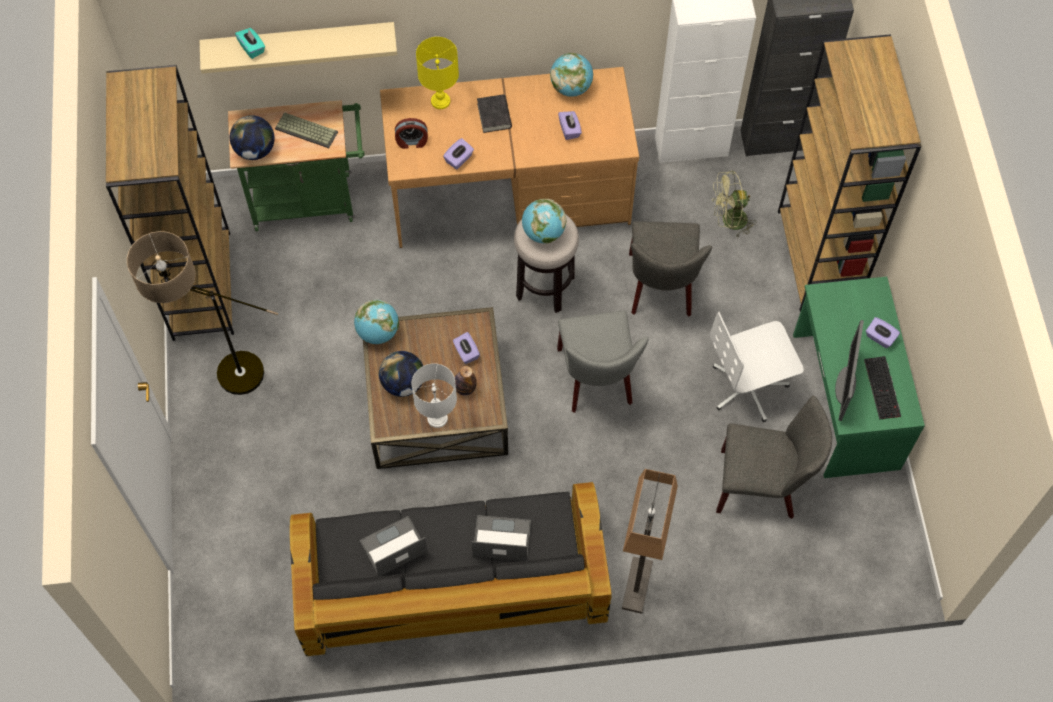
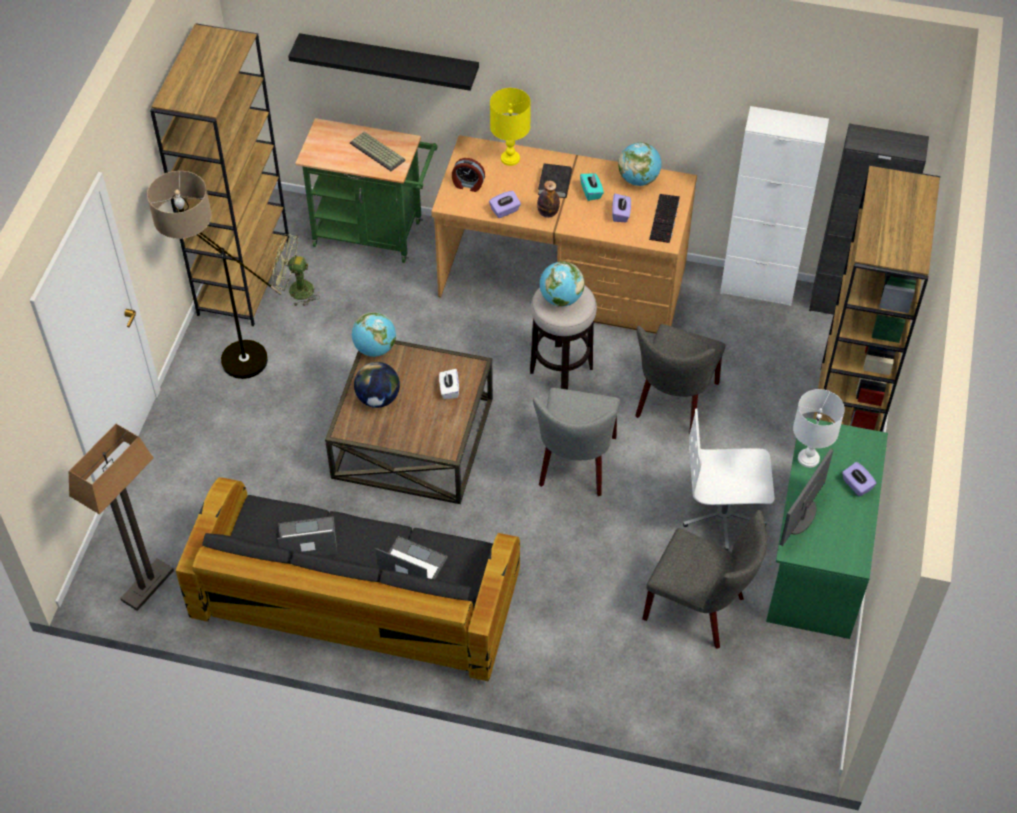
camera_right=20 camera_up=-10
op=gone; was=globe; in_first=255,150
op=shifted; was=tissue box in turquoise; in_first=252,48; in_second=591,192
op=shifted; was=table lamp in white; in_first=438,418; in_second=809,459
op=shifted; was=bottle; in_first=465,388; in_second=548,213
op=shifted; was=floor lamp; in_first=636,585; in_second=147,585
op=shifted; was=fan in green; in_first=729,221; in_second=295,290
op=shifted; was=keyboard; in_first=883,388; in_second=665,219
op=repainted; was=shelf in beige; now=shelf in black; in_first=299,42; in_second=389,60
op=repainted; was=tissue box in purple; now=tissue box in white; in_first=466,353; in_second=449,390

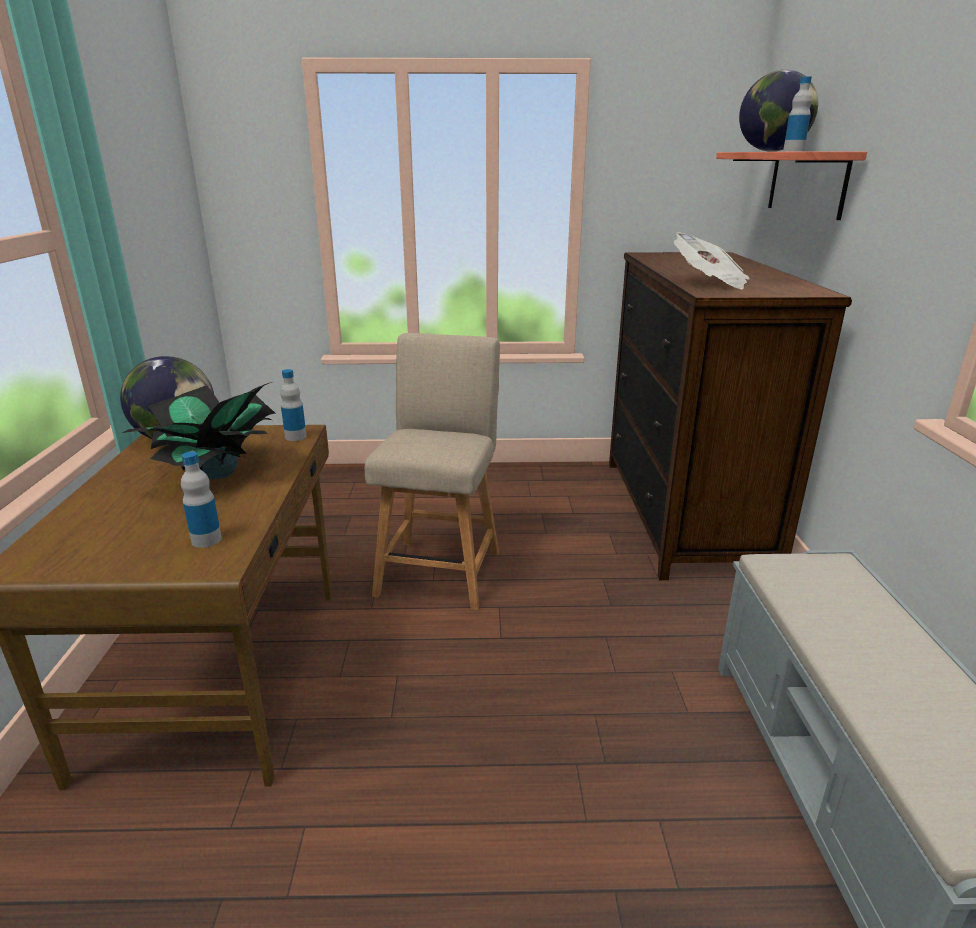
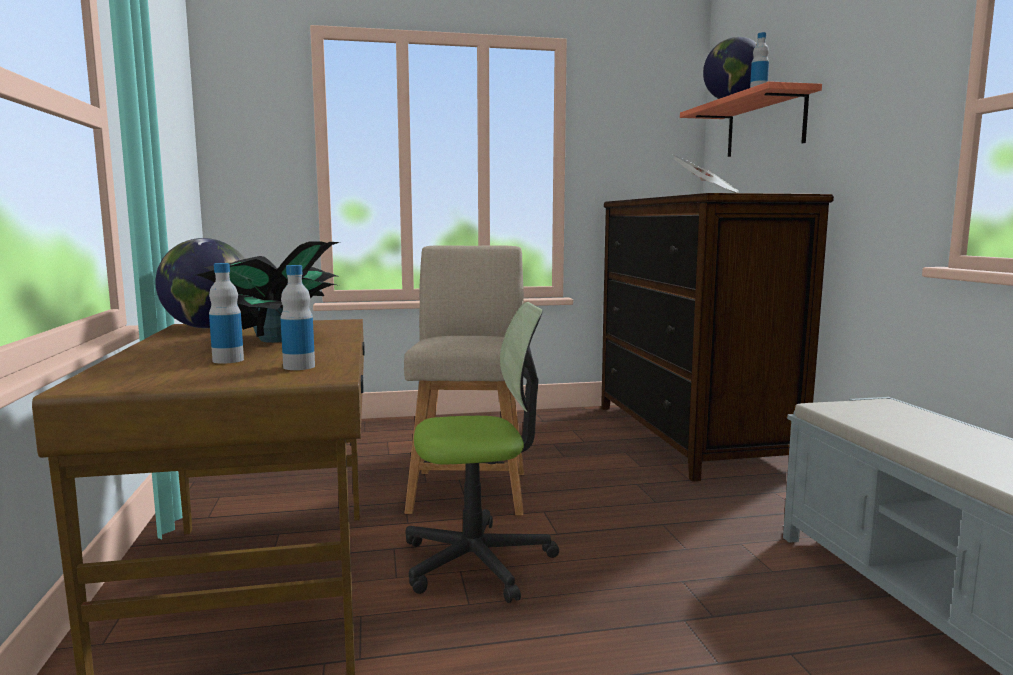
camera_right=-10 camera_up=-15
op=new; now=office chair; in_second=477,561
op=shifted; was=bottle; in_first=295,437; in_second=228,360

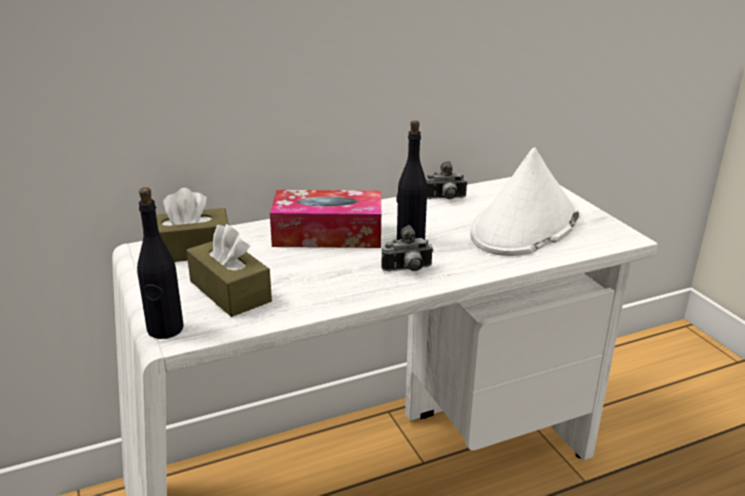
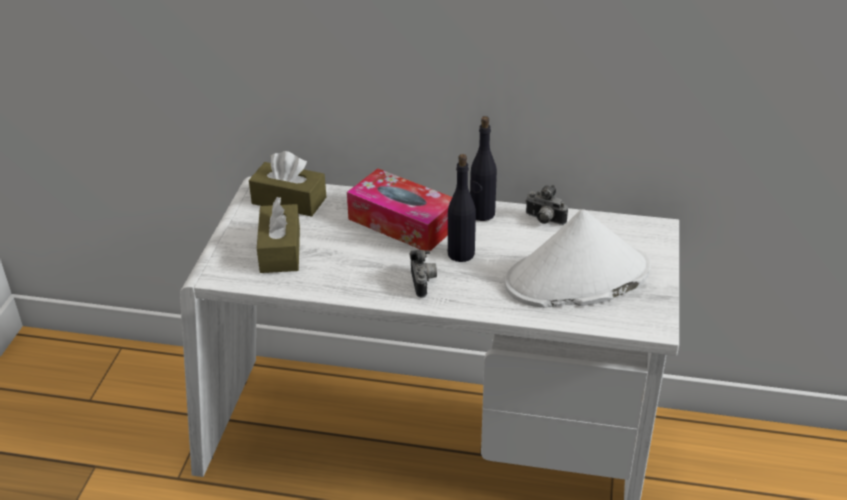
camera_right=35 camera_up=10
op=shifted; was=bottle in black; in_first=165,329; in_second=482,214
op=rotated; was=photo camera; in_first=408,270; in_second=424,283; clockwise=-120

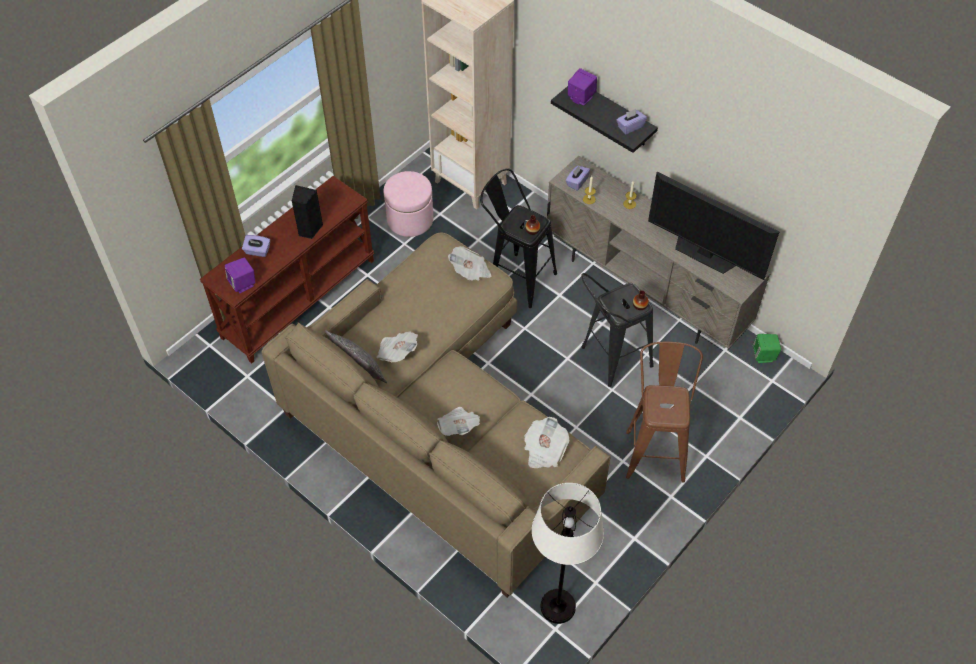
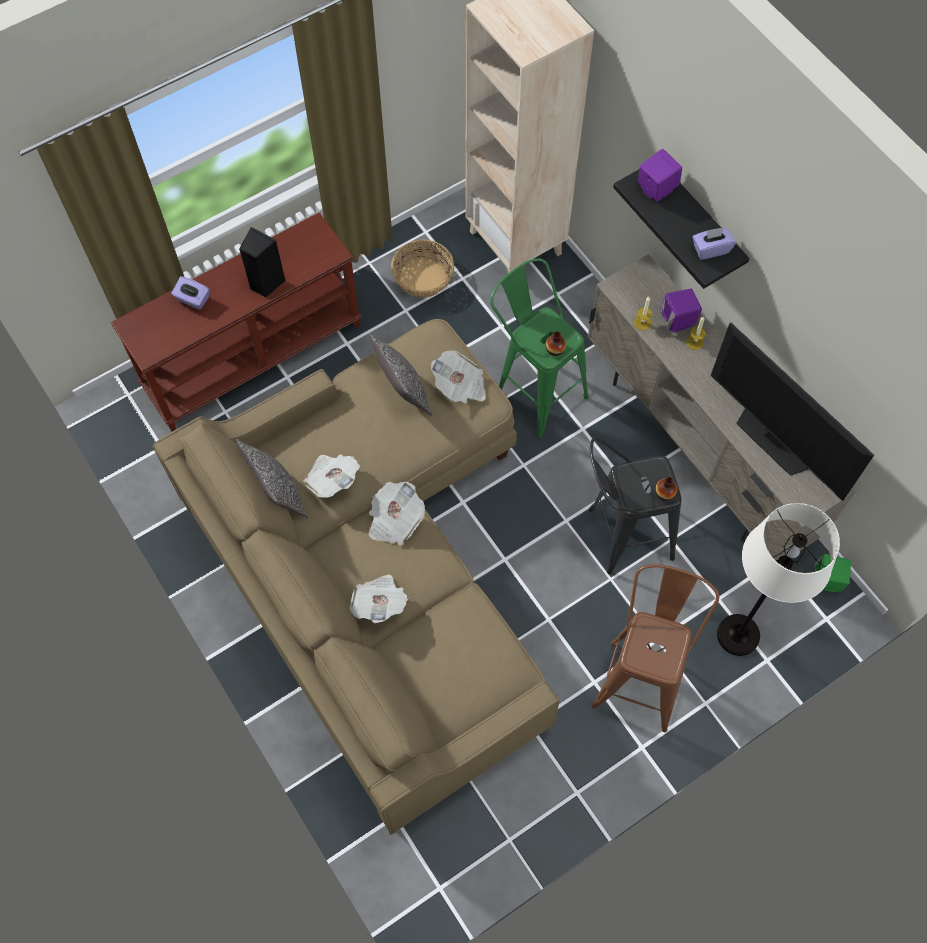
camera_right=15 camera_up=10
op=gone; was=tissue box in purple; in_first=577,182
op=new; now=pillow; in_second=403,391
op=shifted; was=speaker in purple; in_first=243,284; in_second=678,320
op=shifted; was=newspaper; in_first=544,450; in_second=394,520
op=shifted; was=floor lamp in white; in_first=557,606; in_second=737,635
op=swapped; was=ottoman in pink; now=basket; in_first=410,219; in_second=422,278
op=repainted; was=stool in black; now=stool in green; in_first=516,277; in_second=534,390

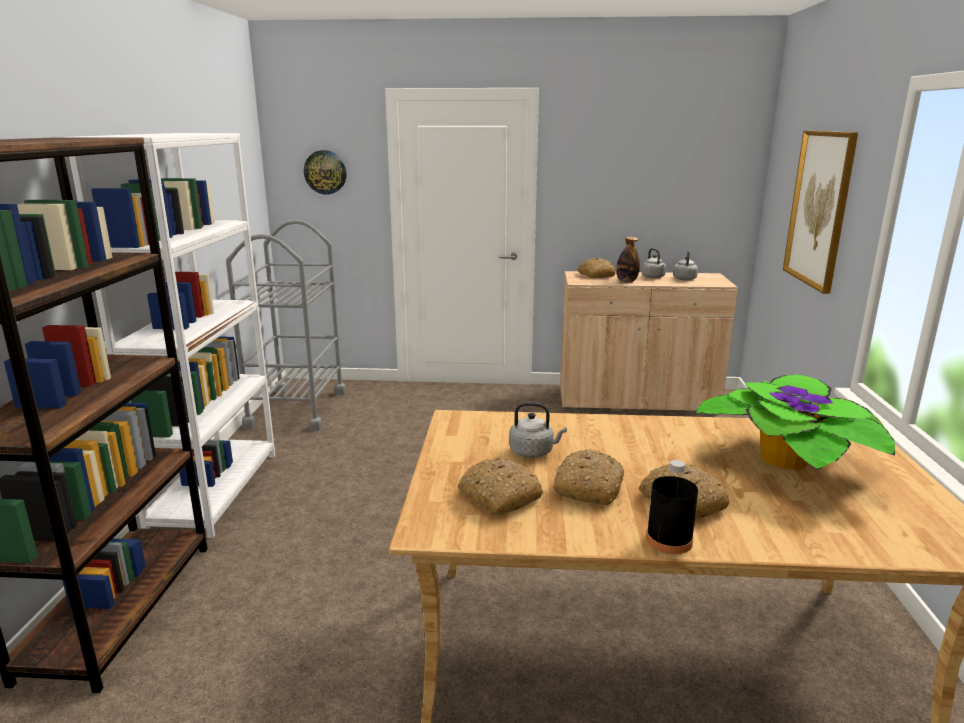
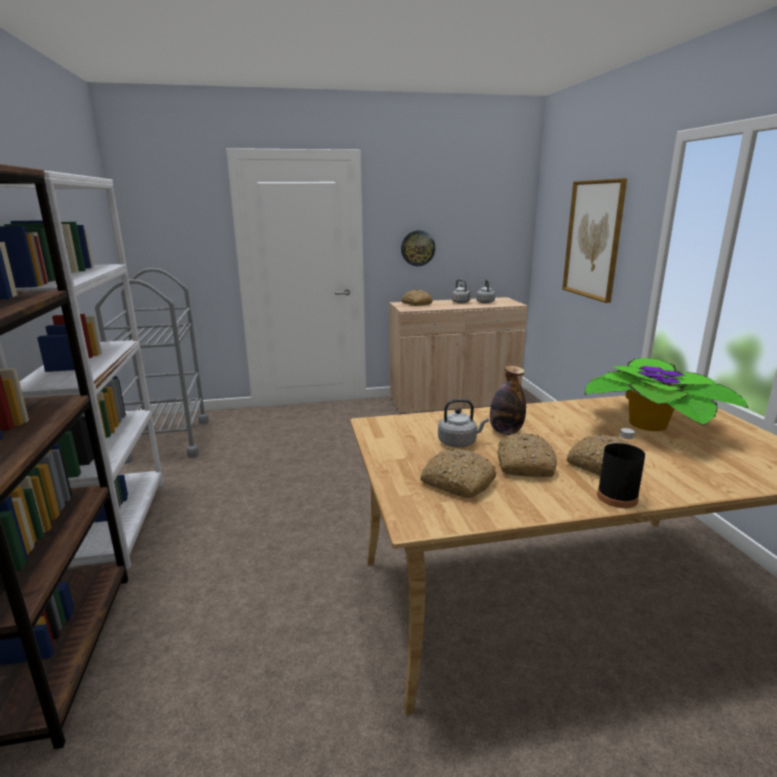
camera_right=-15 camera_up=0
op=shifted; was=wall clock; in_first=325,172; in_second=417,248
op=shifted; was=bottle; in_first=626,281; in_second=505,432

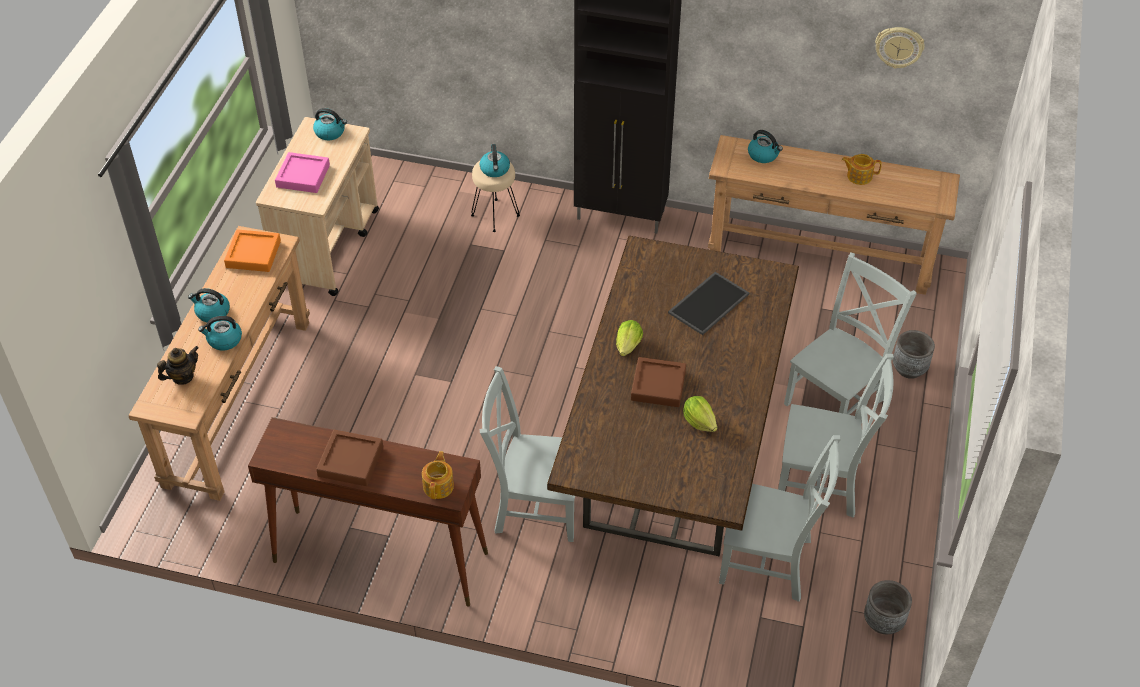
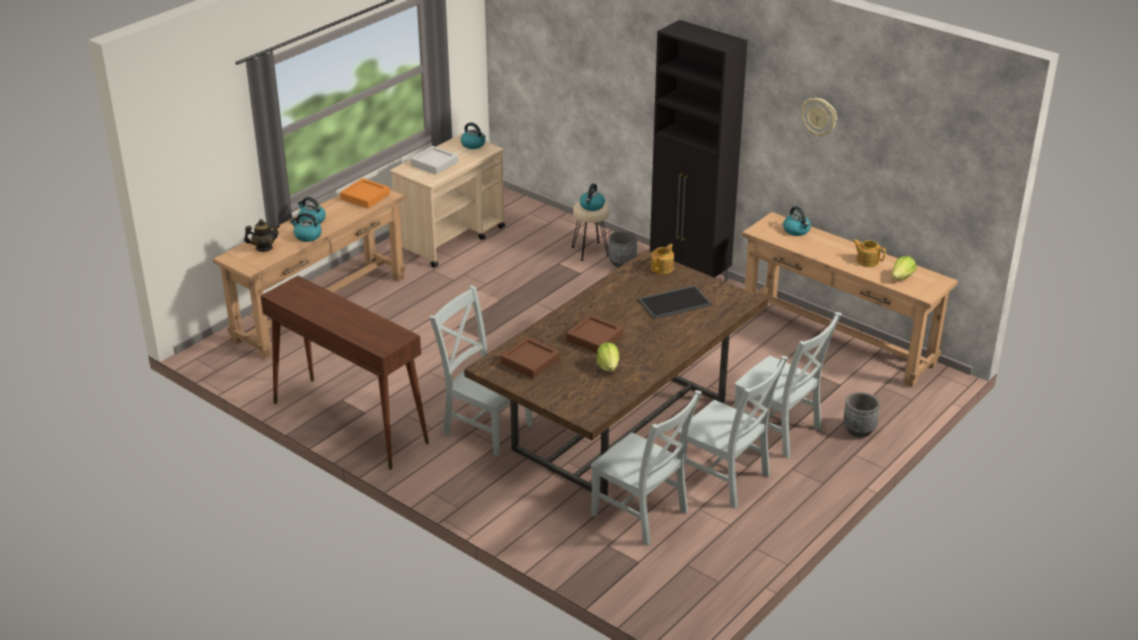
camera_right=25 camera_up=-15
op=shifted; was=tray in brown; in_first=350,461; in_second=530,361
op=shifted; was=teapot; in_first=439,485; in_second=662,268
op=shifted; was=lettuce; in_first=628,346; in_second=902,277
op=shifted; was=planter in grey; in_first=883,622; in_second=622,263
op=shifted; was=wall clock; in_first=899,46; in_second=819,117
op=repainted; was=tray in pink; now=tray in grey; in_first=303,176; in_second=434,163
op=rotated; was=chair in grey; in_first=836,399; in_second=779,432; clockwise=60

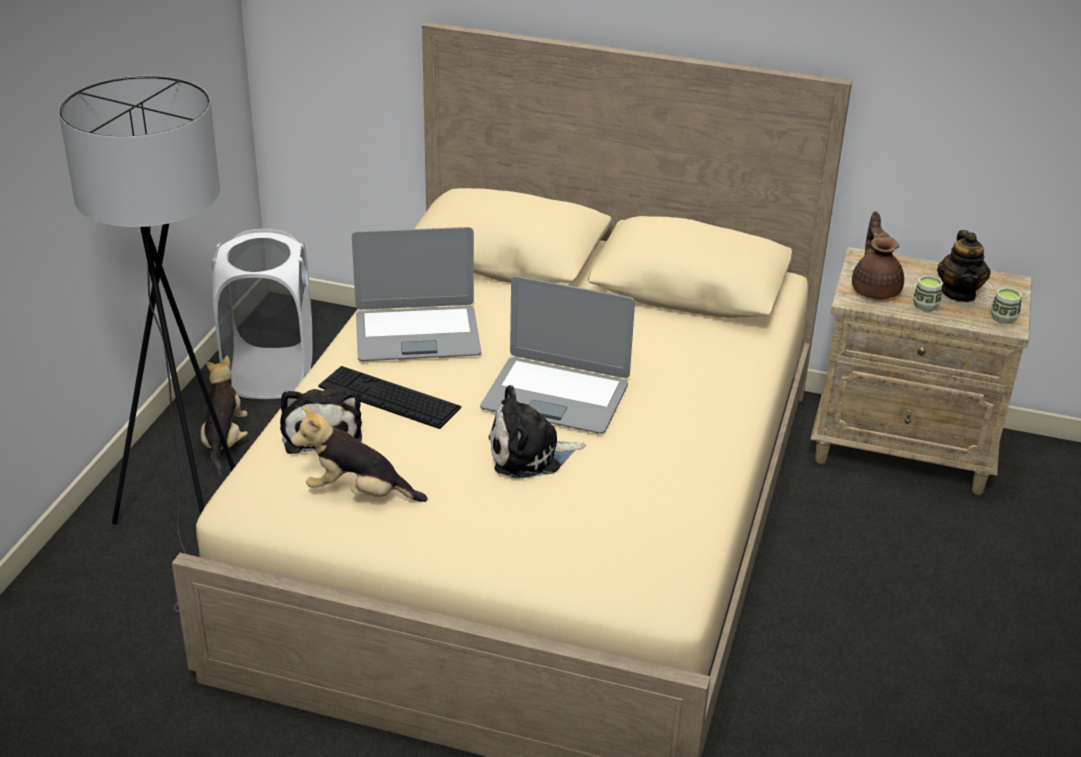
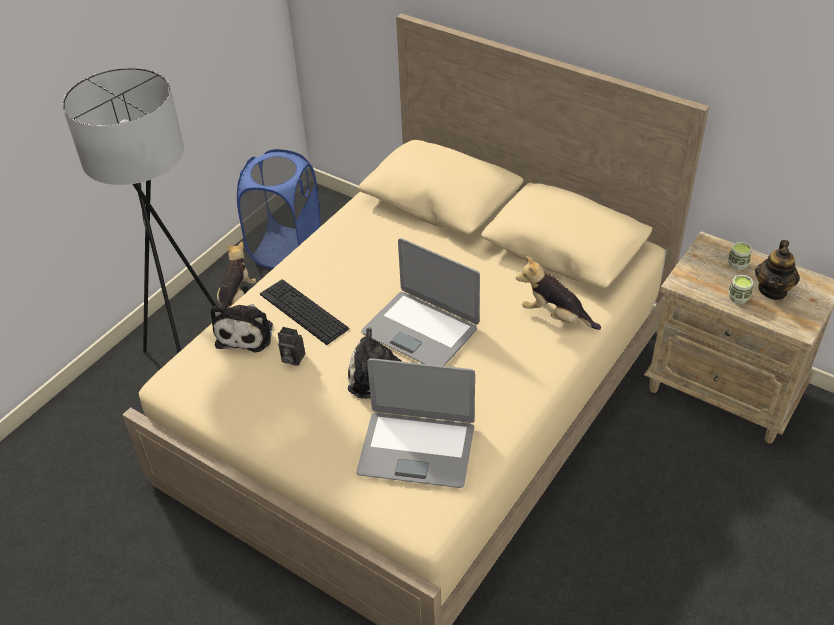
camera_right=20 camera_up=10
op=gone; was=teapot in brown; in_first=875,289
op=new; now=photo camera; in_second=291,358
op=shifted; was=plush toy; in_first=358,493; in_second=555,316
op=shifted; was=laptop; in_first=417,334; in_second=417,449
op=shifted; was=cup; in_first=1003,318; in_second=737,264
op=repainted; was=laundry basket in white; now=laundry basket in blue; in_first=270,373; in_second=286,249

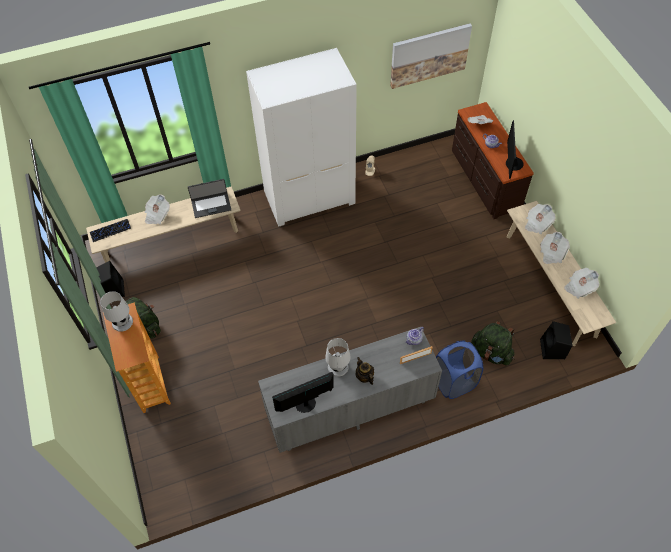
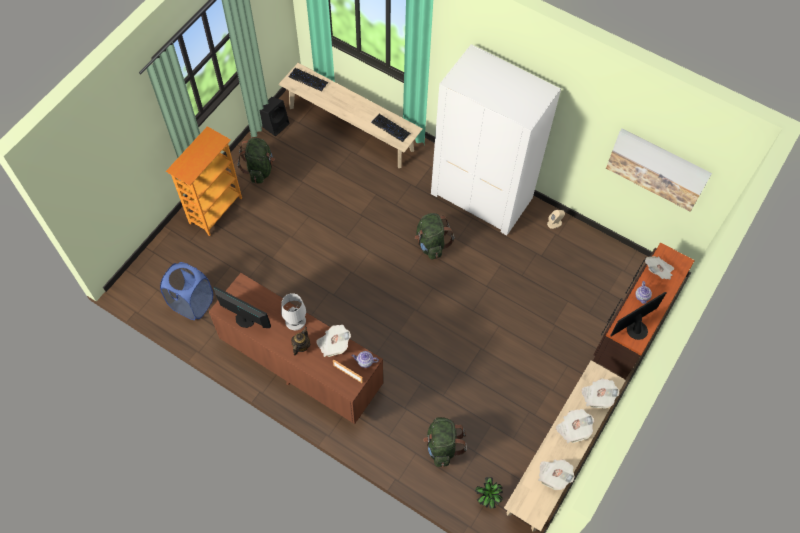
camera_right=50 camera_up=5
op=gone; was=table lamp in white; in_first=122,322
op=new; now=backpack in green; in_second=431,244
op=shifted; was=newspaper; in_first=157,215; in_second=333,344
op=shifted; was=laundry basket in blue; in_first=454,382; in_second=192,303
op=swapped; was=laptop; now=keyboard; in_first=211,205; in_second=391,128
op=swapped; was=speaker in black; now=potted plant; in_first=552,350; in_second=487,498
op=repainted; was=dresser in grey; now=dresser in brown; in_first=349,408; in_second=301,365

